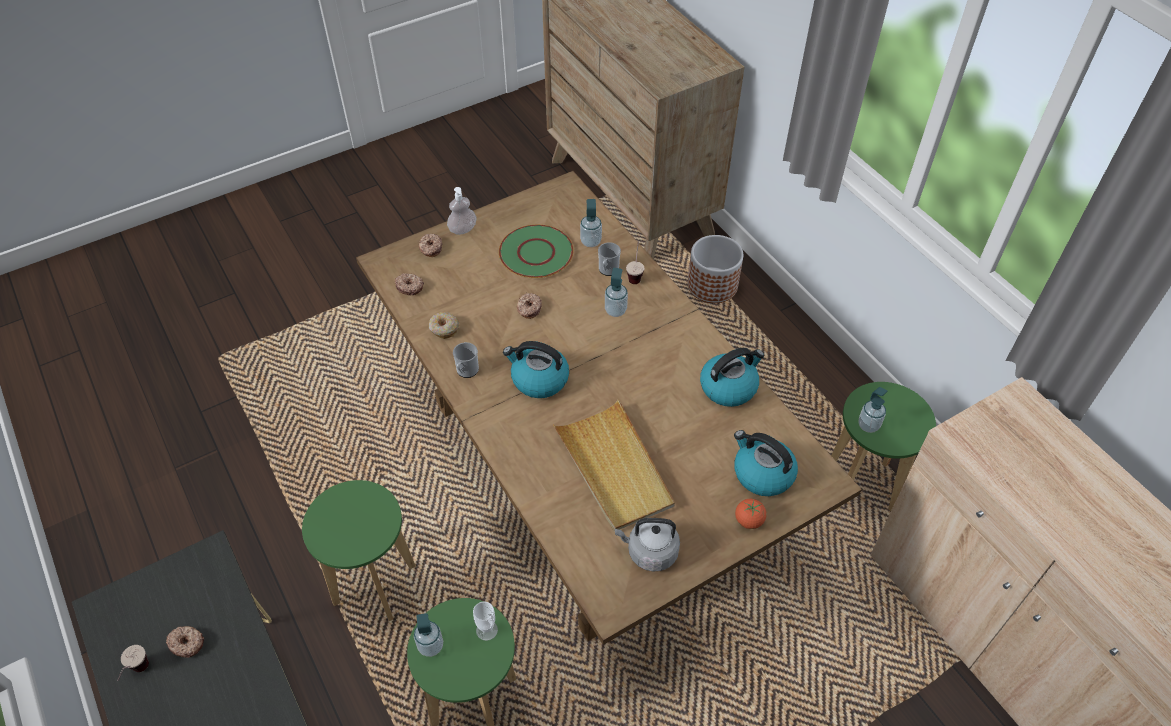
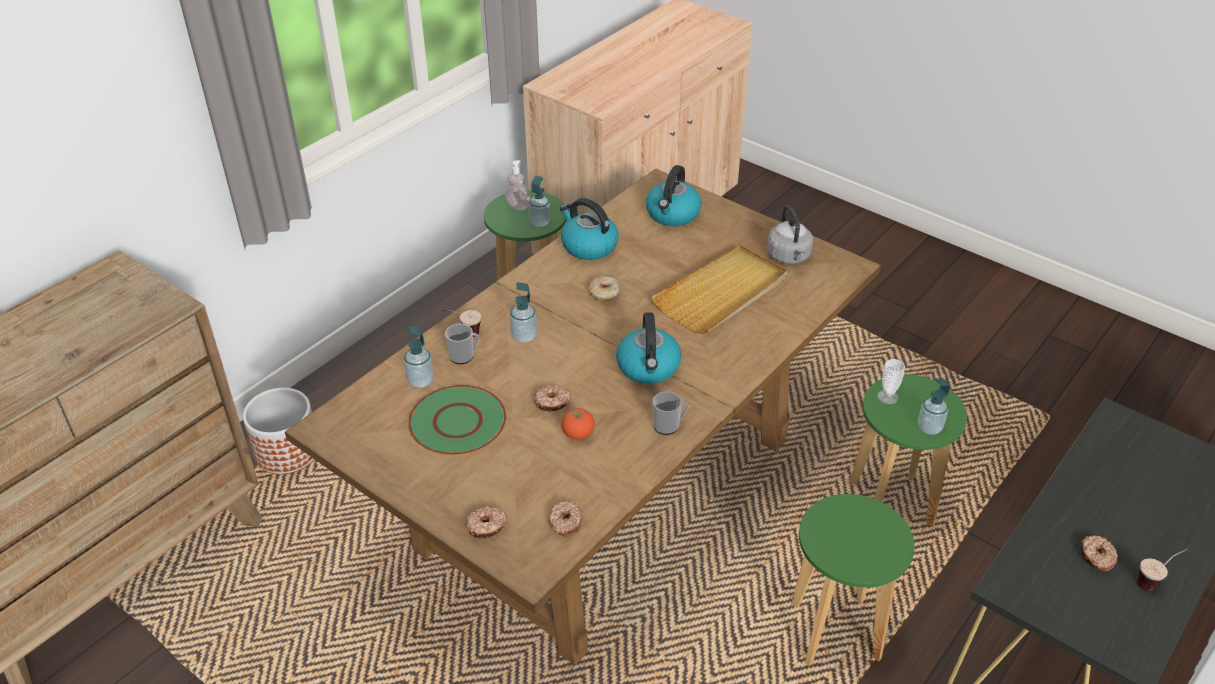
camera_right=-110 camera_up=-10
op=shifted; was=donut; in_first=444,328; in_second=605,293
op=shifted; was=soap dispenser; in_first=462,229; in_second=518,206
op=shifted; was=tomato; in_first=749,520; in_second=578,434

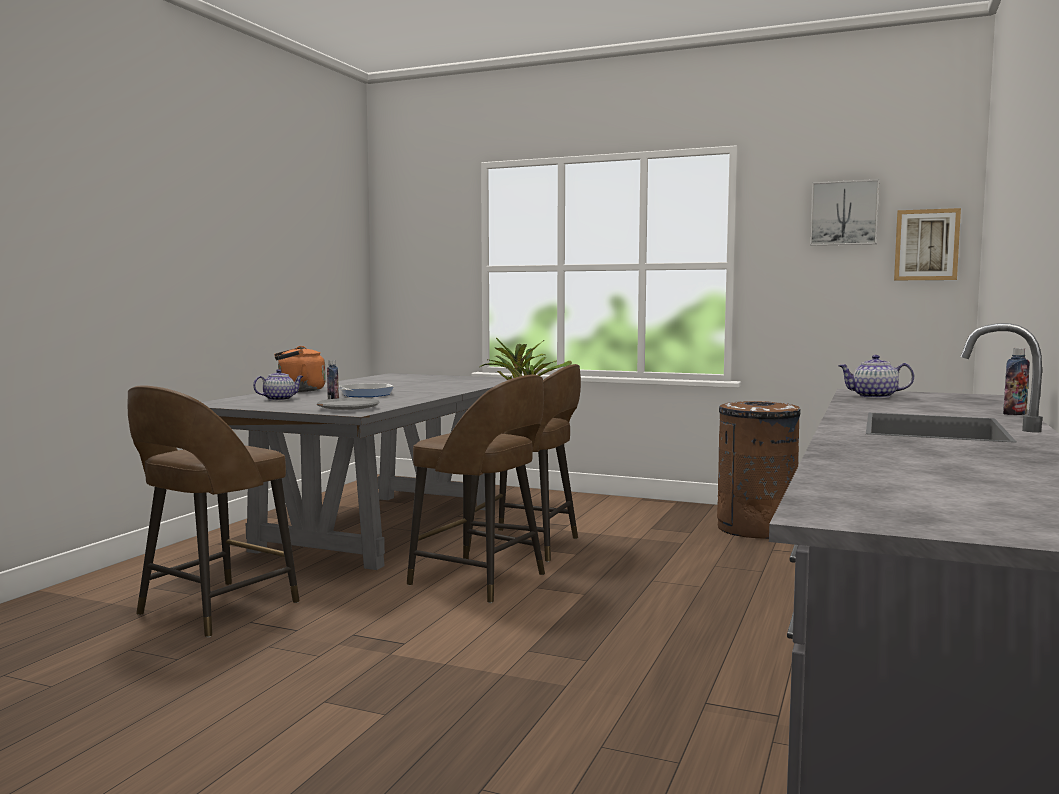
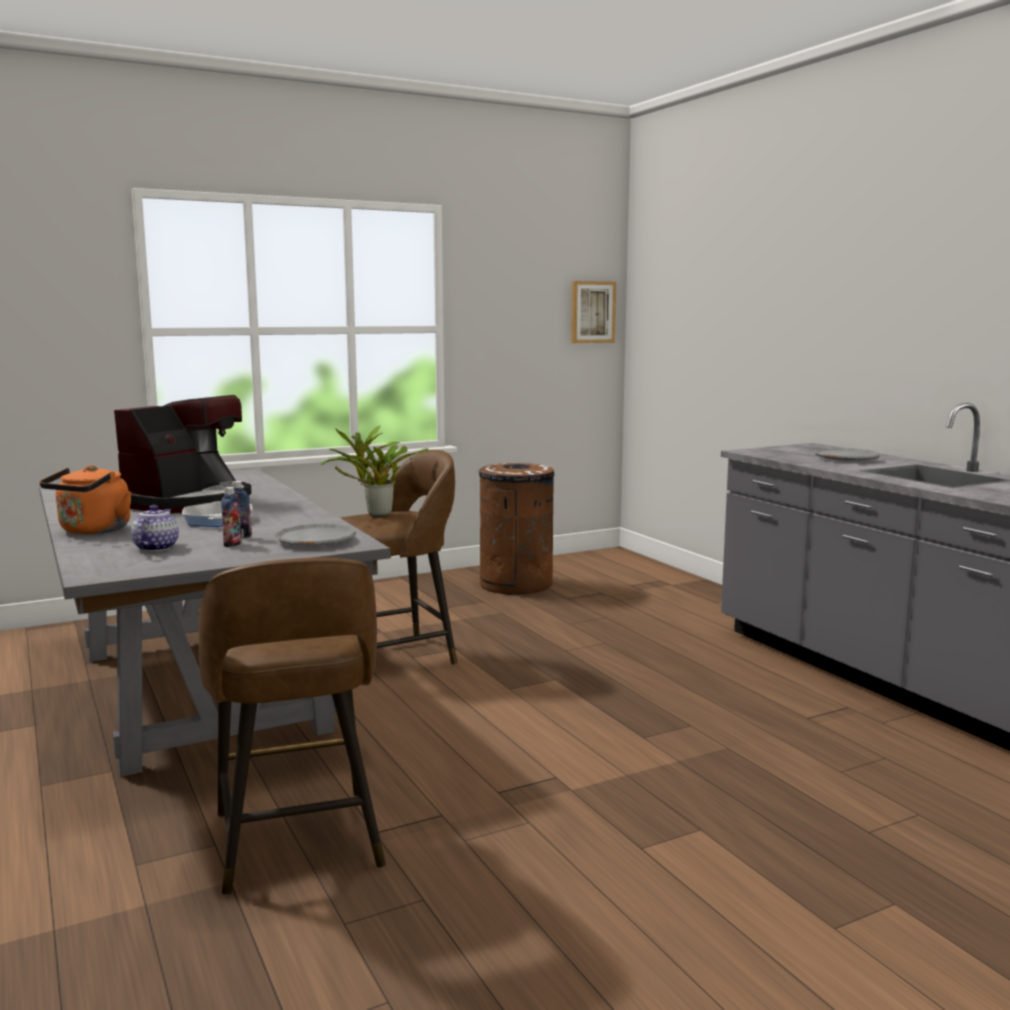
camera_right=-50 camera_up=5
op=gone; was=stool in brown; in_first=480,580
op=gone; was=picture; in_first=844,213
op=gone; was=teapot; in_first=874,396
op=new; now=coffee machine; in_second=190,502
op=new; now=plate in grey; in_second=846,459
op=shifted; was=bottle; in_first=1014,414; in_second=232,544

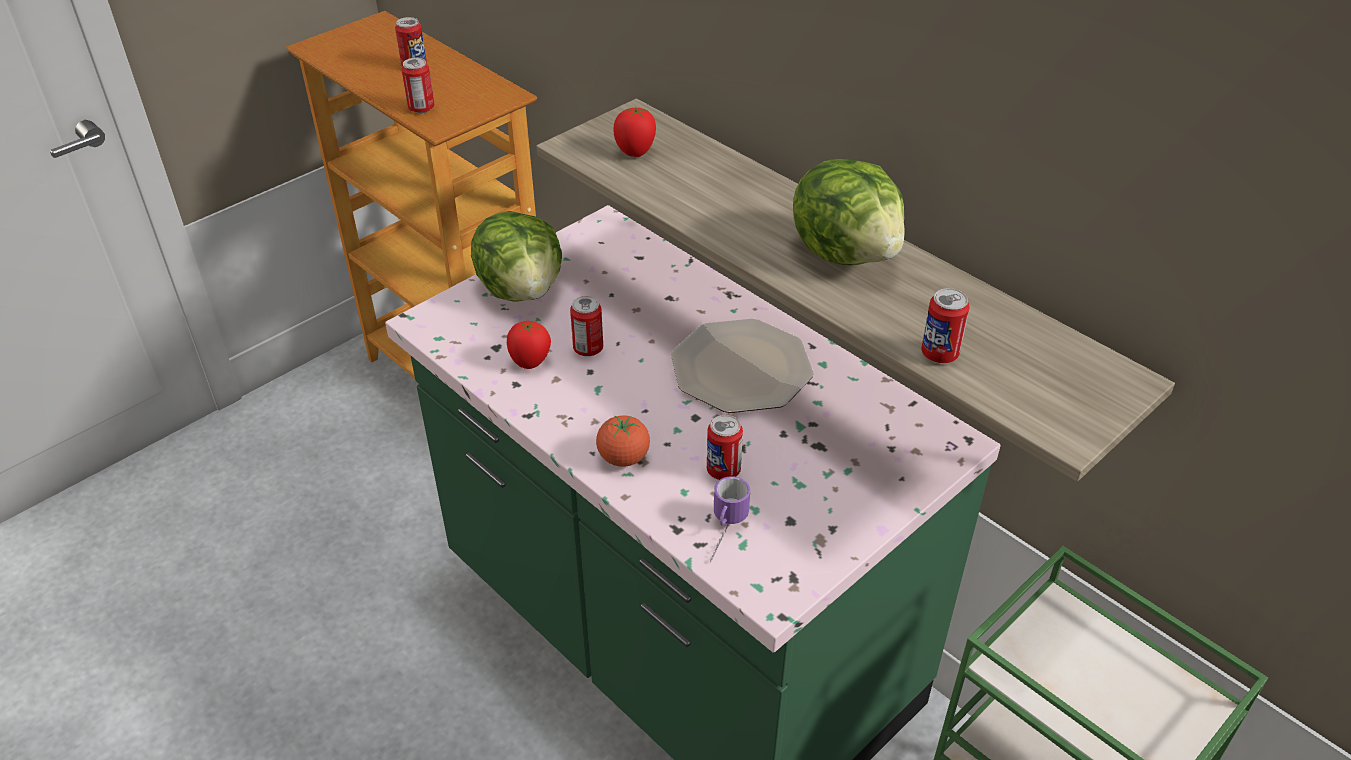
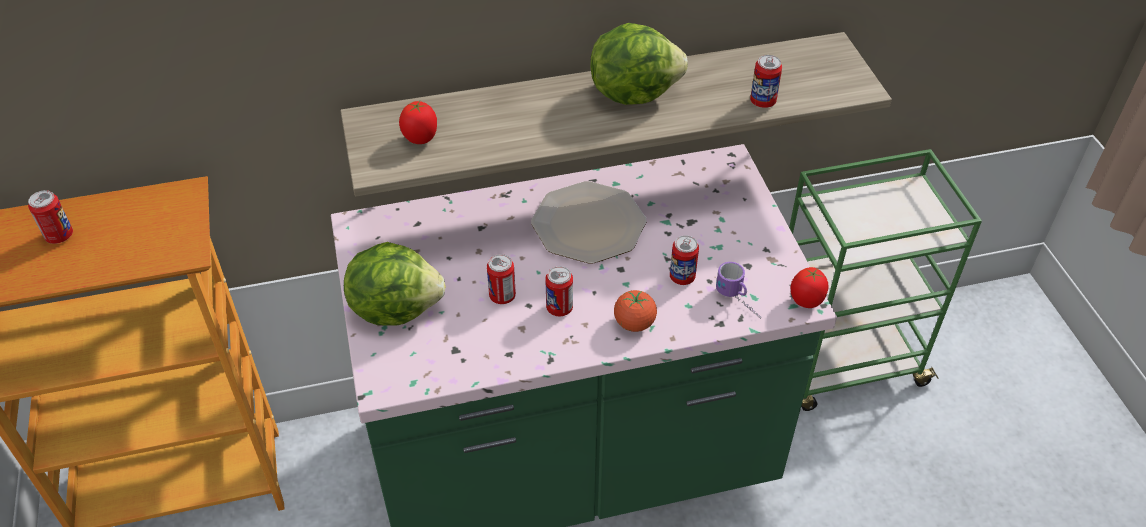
camera_right=-60 camera_up=5
op=shifted; was=can; in_first=421,108; in_second=559,308
op=shifted; was=tomato; in_first=530,363; in_second=806,302

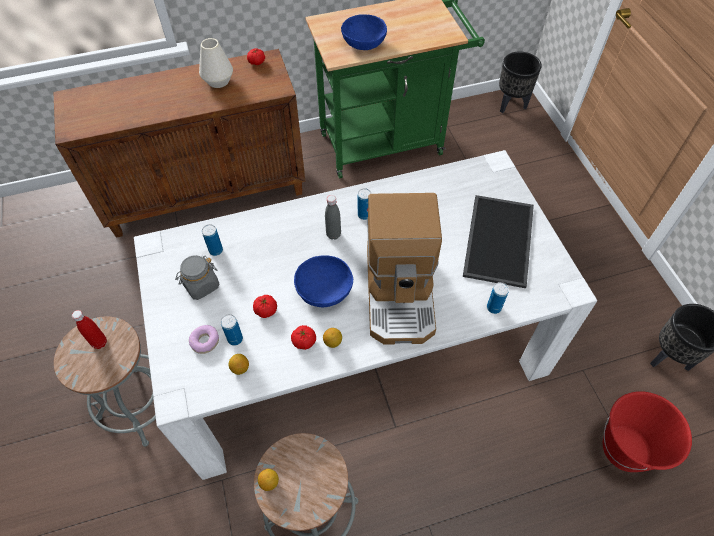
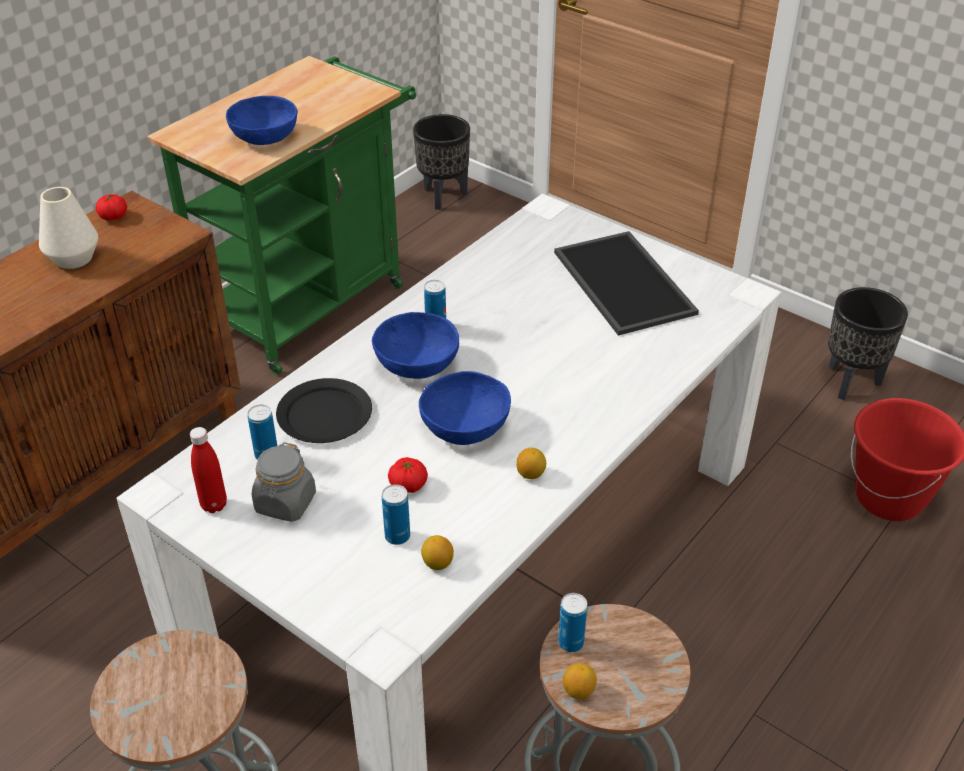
camera_right=-35 camera_up=-15
op=gone; was=donut; in_first=205,341
op=gone; was=tomato; in_first=304,341
op=gone; was=coffee machine; in_first=401,294
op=new; now=plate in black; in_second=325,414
op=shifted; was=bottle in red; in_first=99,343; in_second=214,505
op=shifted; was=can; in_first=494,307; in_second=570,642
op=swapped; was=bottle in grey; now=bowl in blue; in_first=333,234; in_second=416,364

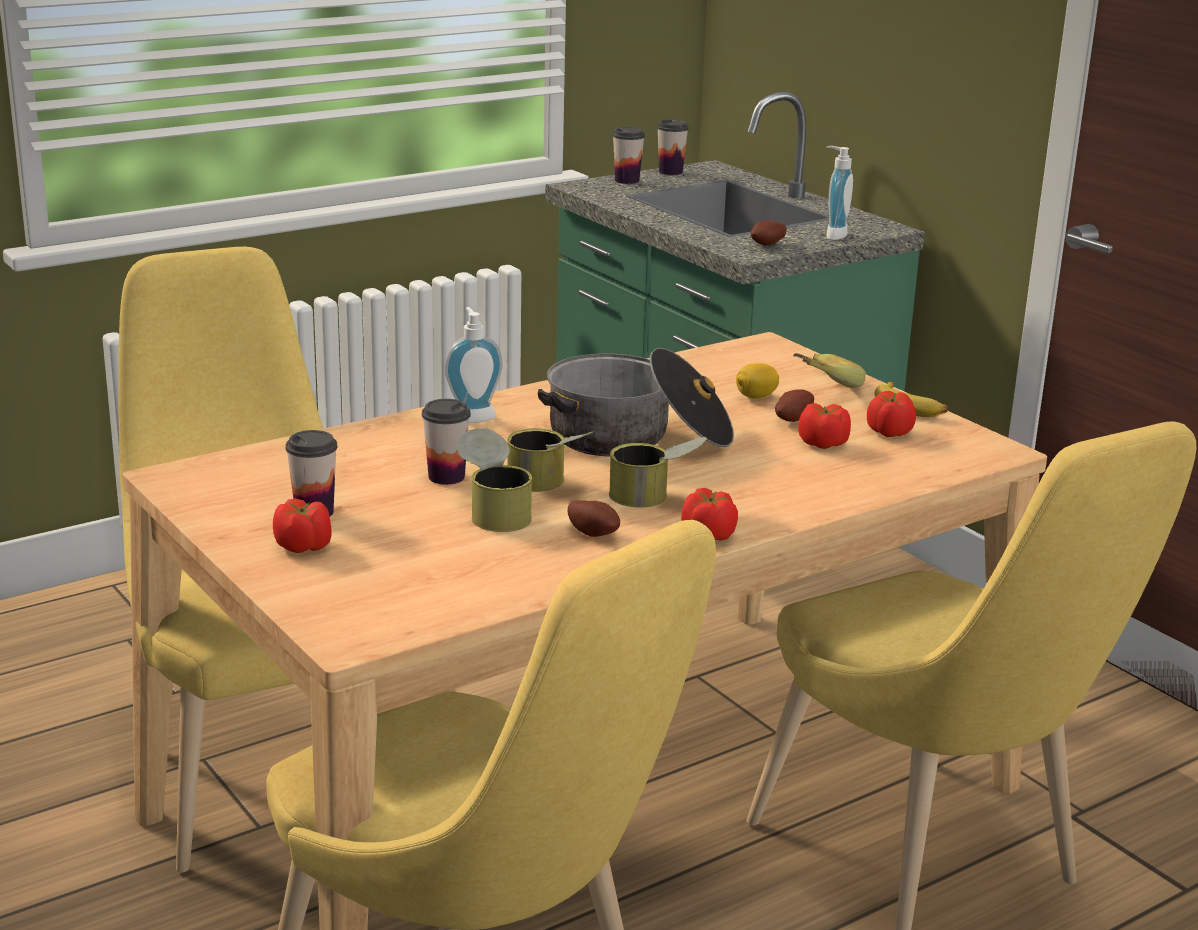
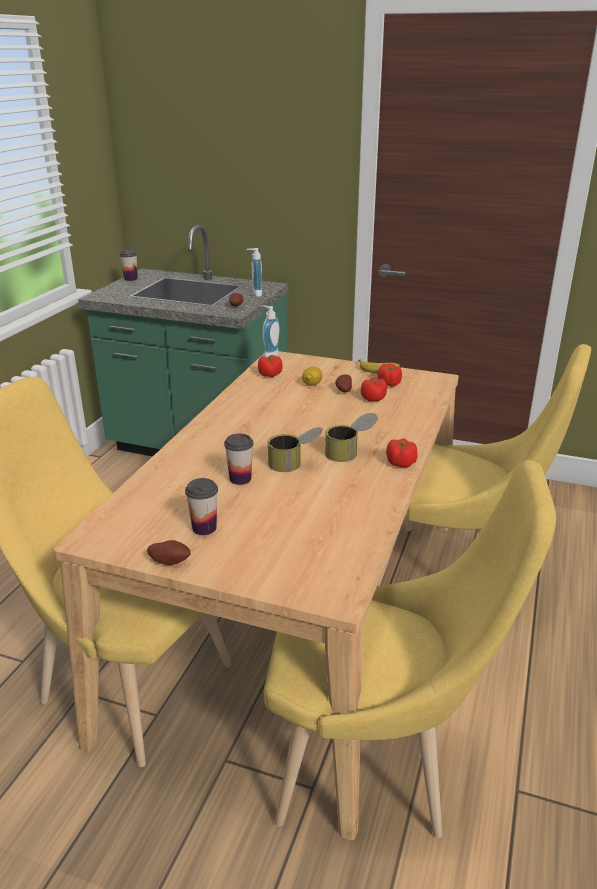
camera_right=-35 camera_up=5
op=gone; was=can; in_first=494,511
op=gone; was=cooking pot; in_first=637,438
op=gone; was=cup; in_first=627,180
op=gone; was=banana; in_first=818,388
op=shifted; was=tomato; in_first=303,547; in_second=270,374
op=shifted; was=soap dispenser; in_first=472,416; in_second=269,355
op=shifted; was=potato; in_first=594,533; in_second=170,561

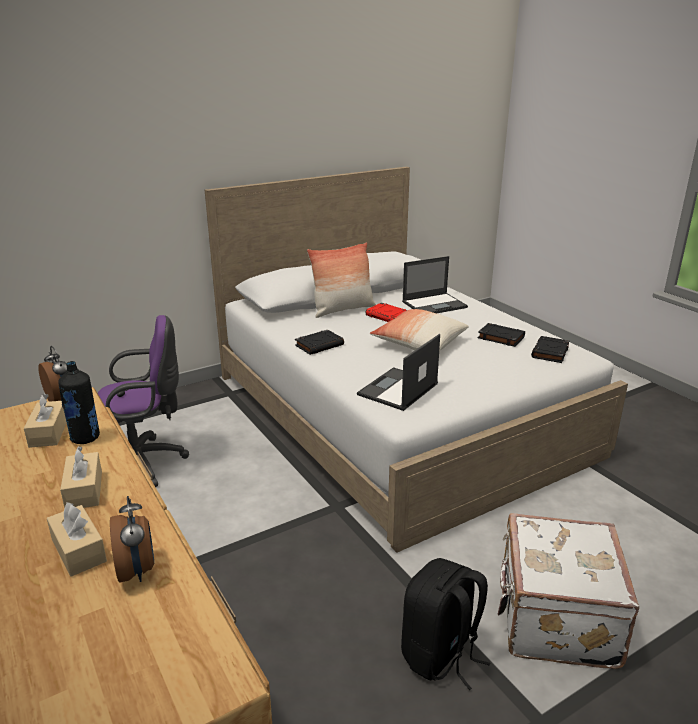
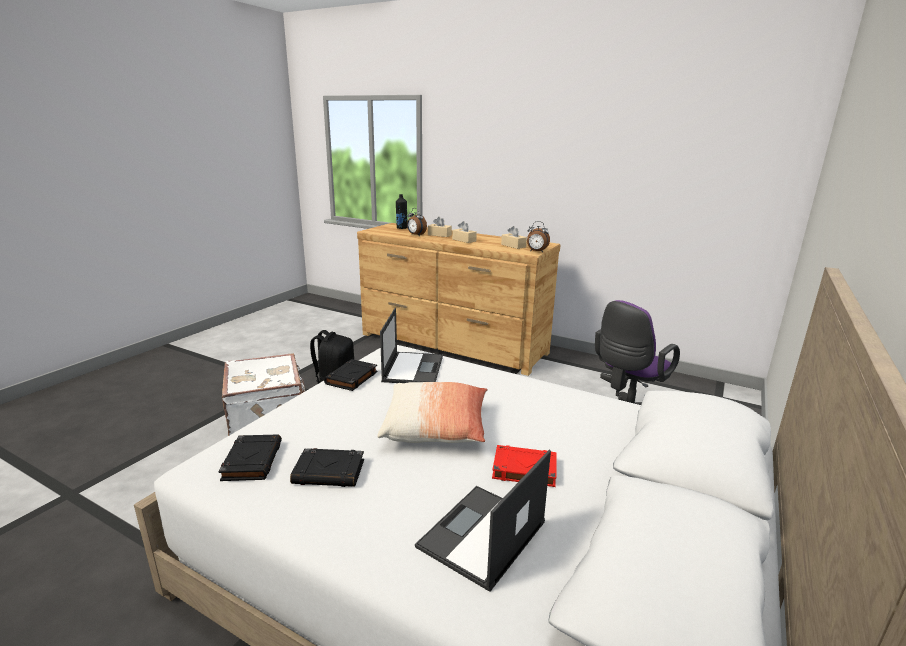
camera_right=150 camera_up=-5
op=gone; was=pillow; in_first=342,309
op=shifted; was=bottle in black; in_first=85,438; in_second=402,228
op=shifted; was=book in black; in_first=319,345; in_second=351,378

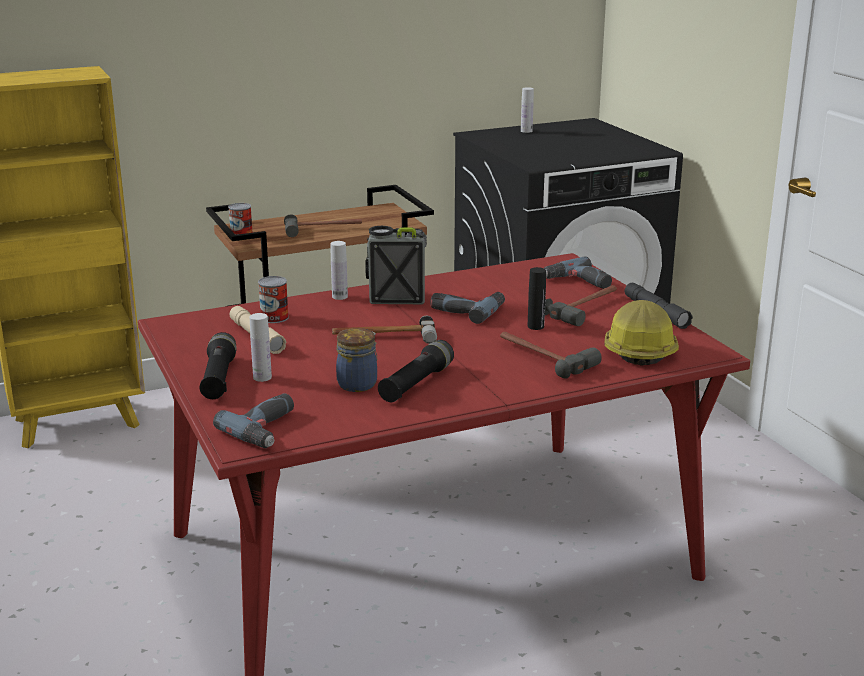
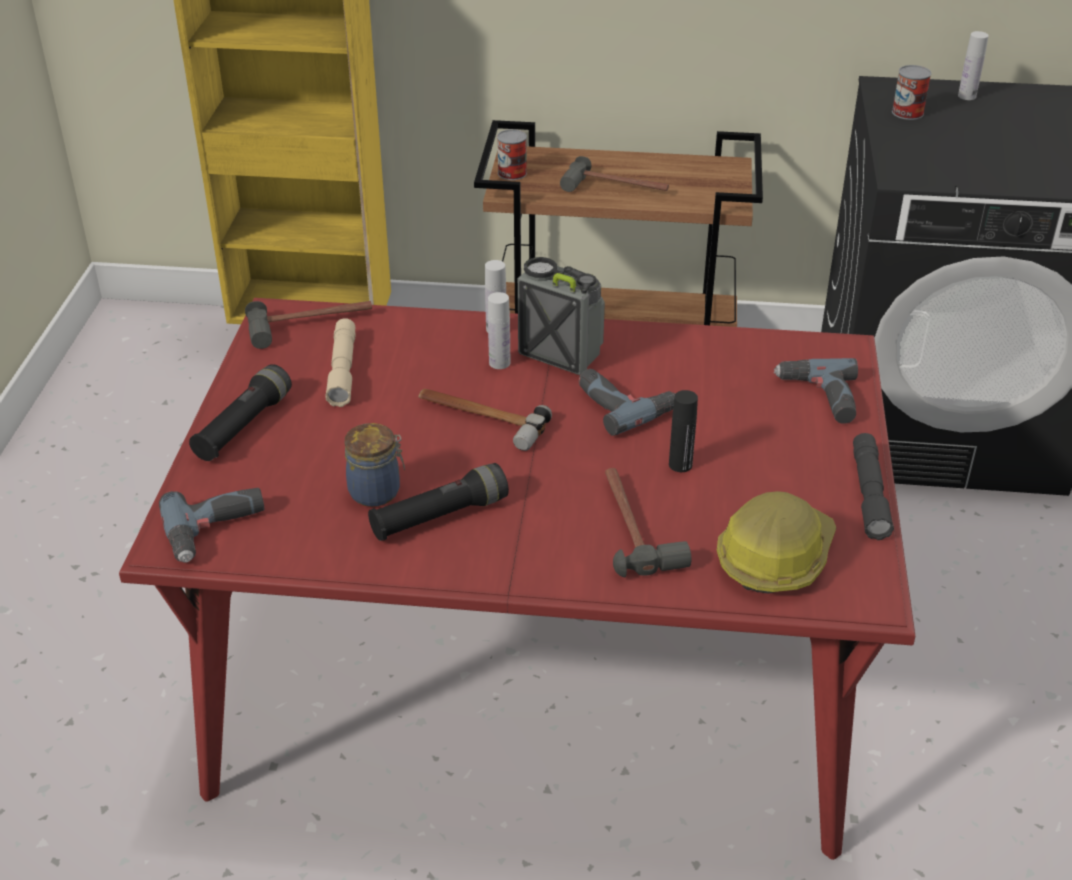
camera_right=30 camera_up=15
op=shifted; was=bottle in white; in_first=262,377; in_second=499,363
op=shifted; was=can; in_first=274,317; in_second=907,112
op=shifted; was=hammer; in_first=586,309; in_second=311,325

